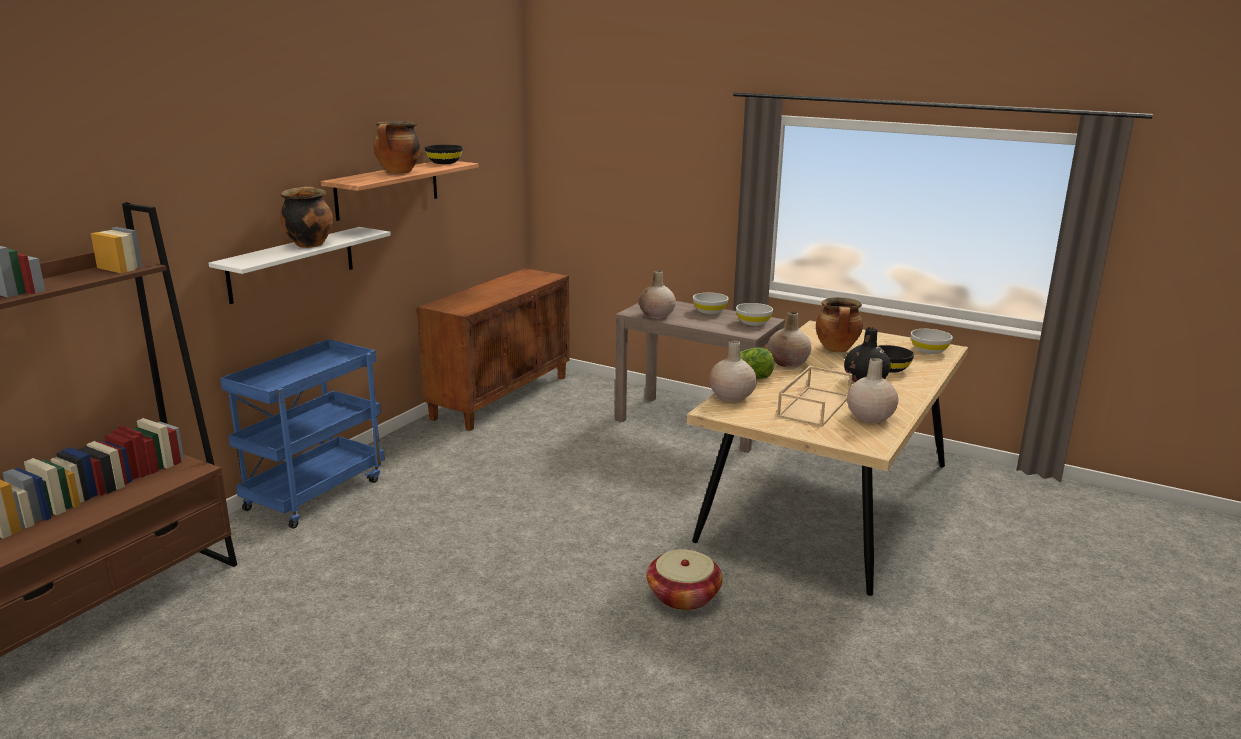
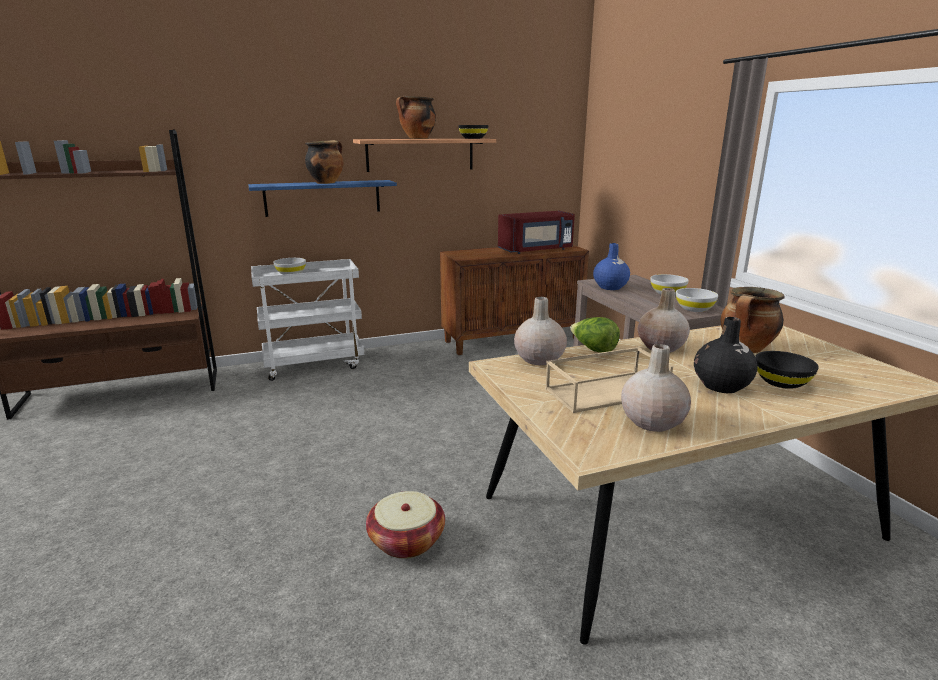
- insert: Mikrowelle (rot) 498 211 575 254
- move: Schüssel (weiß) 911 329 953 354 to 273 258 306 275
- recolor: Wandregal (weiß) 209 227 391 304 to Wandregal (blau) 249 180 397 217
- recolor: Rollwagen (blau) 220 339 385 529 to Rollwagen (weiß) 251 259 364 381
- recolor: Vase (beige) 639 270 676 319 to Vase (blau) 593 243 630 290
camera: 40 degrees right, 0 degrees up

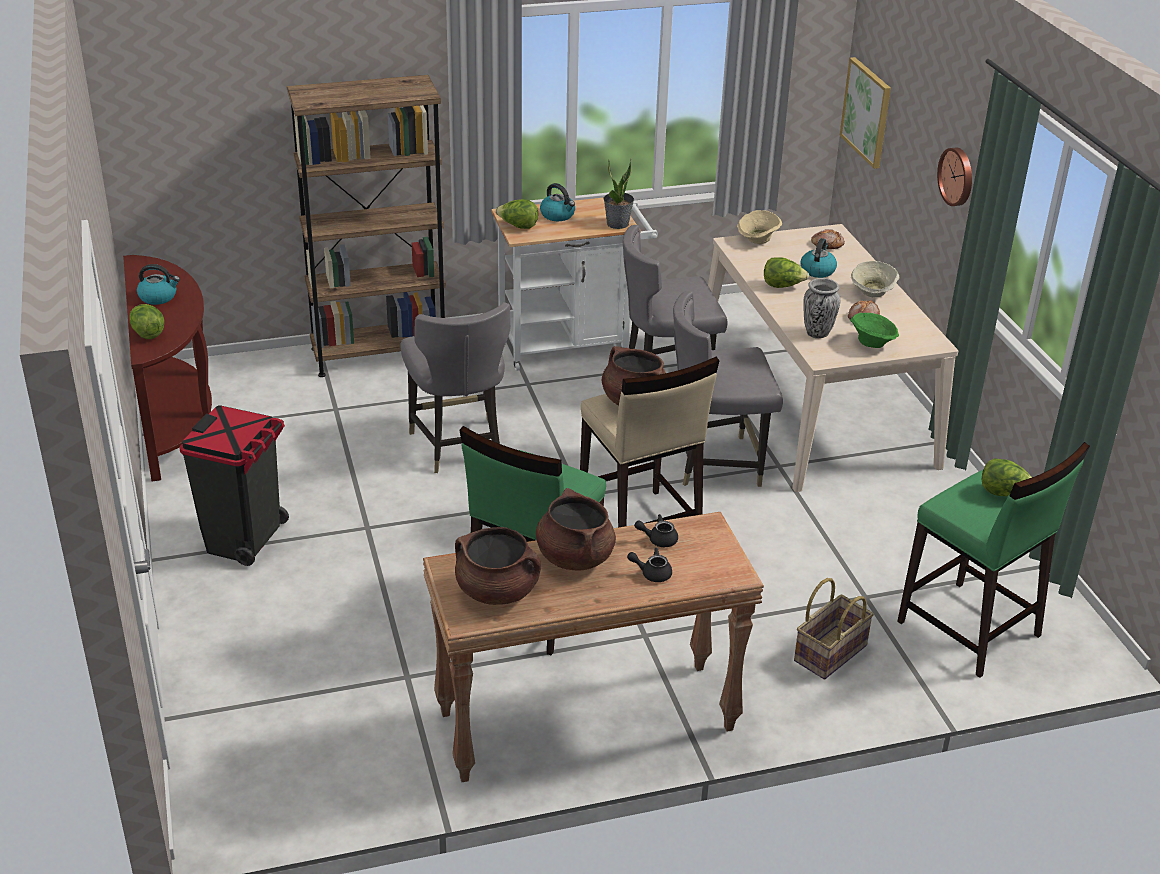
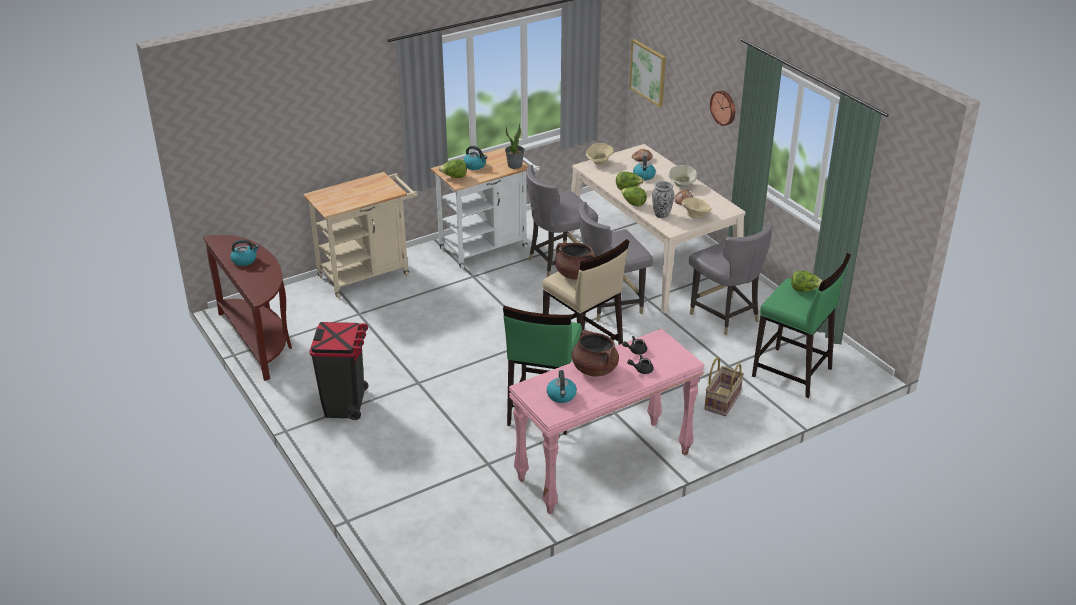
- move: Salatkopf 129 304 165 339 to 621 187 647 207
- move: Stuhl (grau) 400 302 511 473 to 689 221 773 335
- replace: Bücherregal (braun) 287 75 446 377 to Rollwagen (beige) 303 172 418 298
- replace: Kochtopf (braun) 455 527 541 605 to Wasserkessel 547 370 577 403
- recolor: Konsolentisch (braun) 423 512 764 782 to Konsolentisch (rosa) 509 329 705 515
- recolor: Schüssel (grün) 850 313 899 348 to Schüssel (beige) 682 197 712 218
camera: 15 degrees left, 0 degrees up

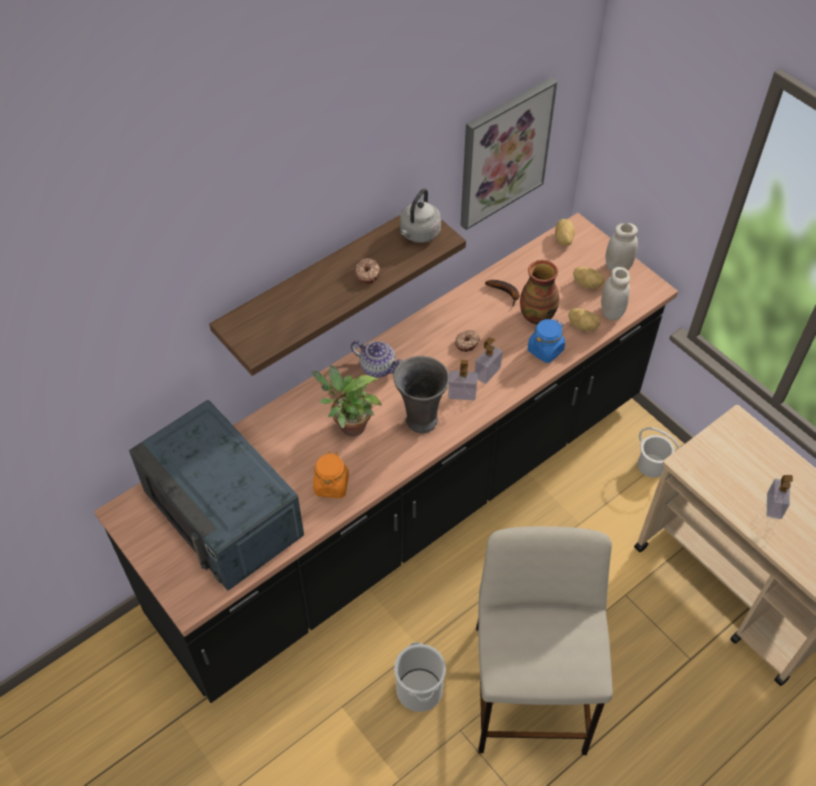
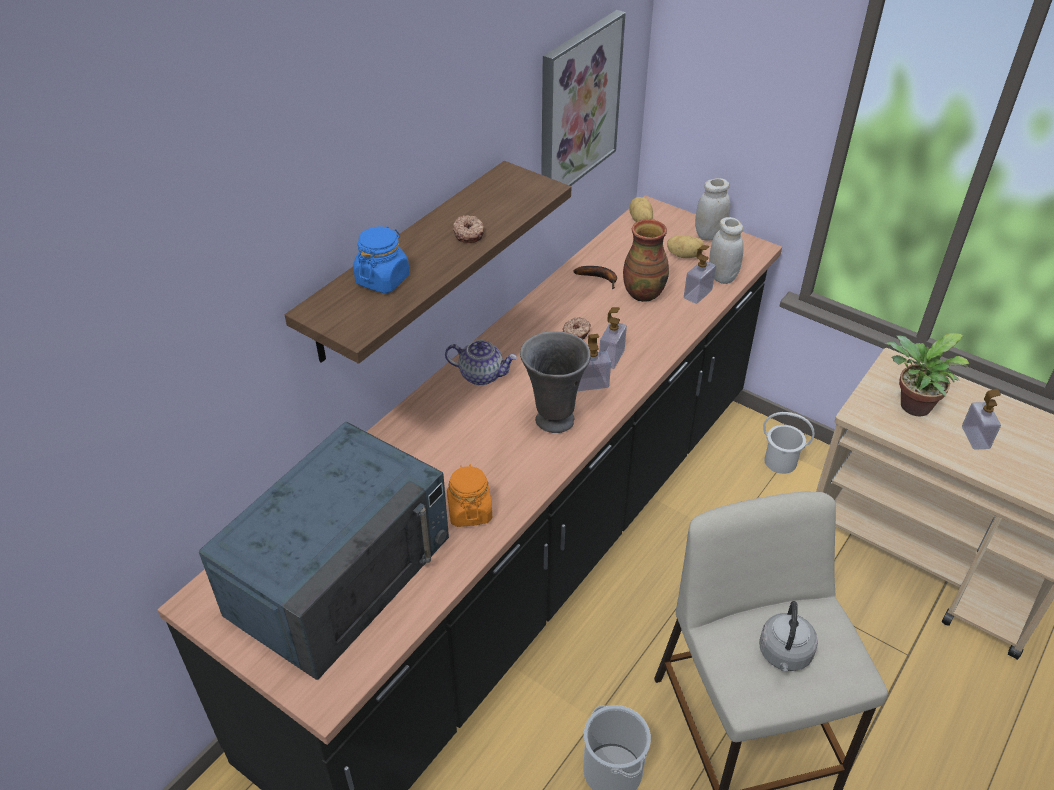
- move: Topfpflanze 312 366 382 436 to 884 333 970 416
- move: Wasserkessel (grau) 400 188 441 243 to 759 601 818 671
- move: Vorratsglas (blau) 528 319 565 363 to 353 226 410 293
- replace: Kartoffel 568 308 600 331 to Seifenspender 684 245 716 304
- rotate: Mikrowelle (blau) 129 400 304 590 = 199 422 449 680 90 degrees counterclockwise
camera: 15 degrees left, 10 degrees down

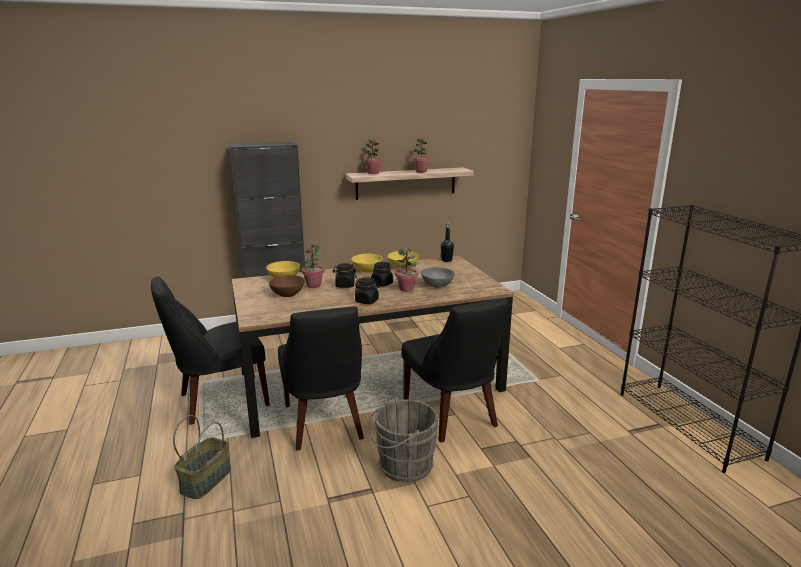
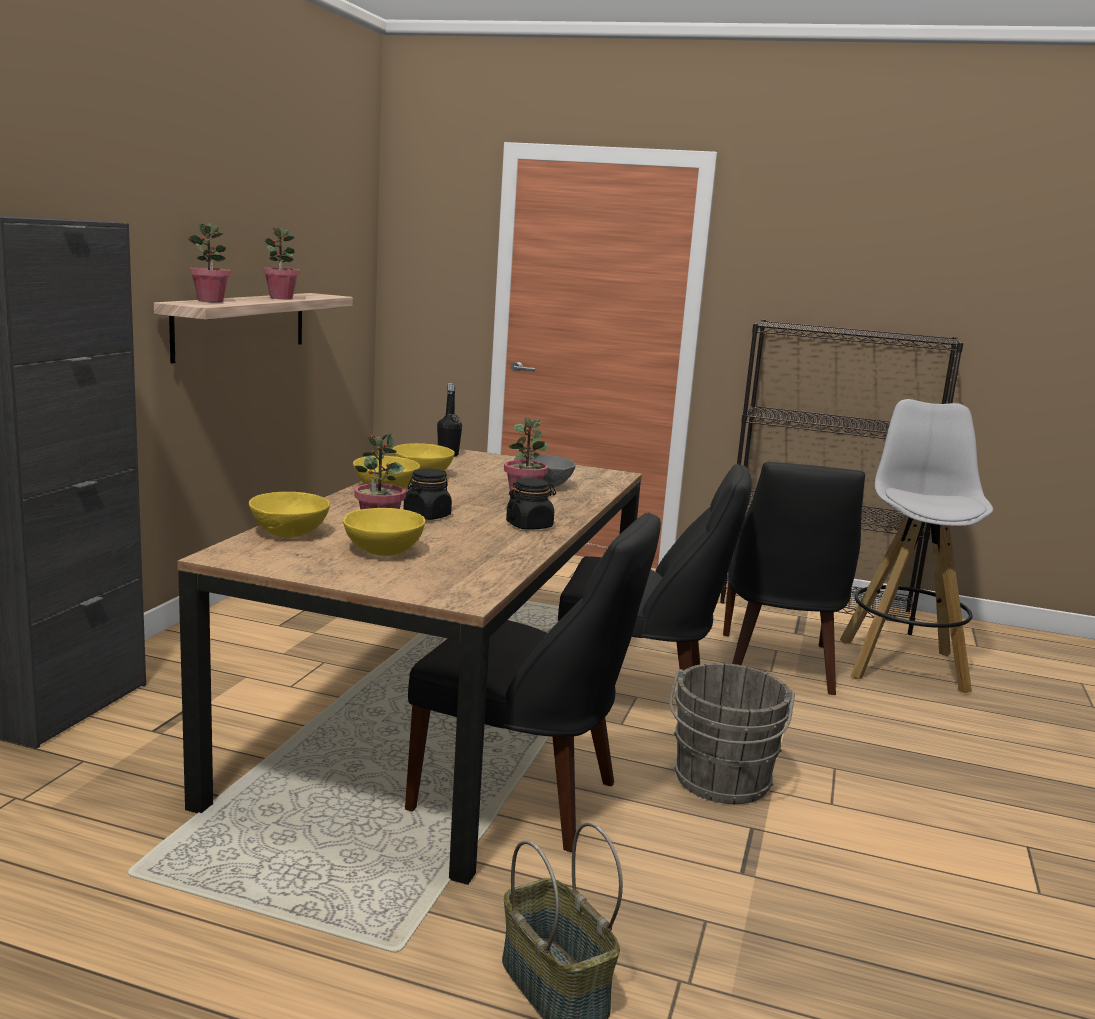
- delete: Vorratsglas (schwarz) 371 262 393 286
- insert: Hocker (weiß) 840 399 993 693
- move: Stuhl (schwarz) 151 276 270 425 to 723 462 865 695
- recolor: Schüssel (braun) 269 275 304 297 to Schüssel (gelb) 343 508 425 556
camera: 55 degrees left, 5 degrees down

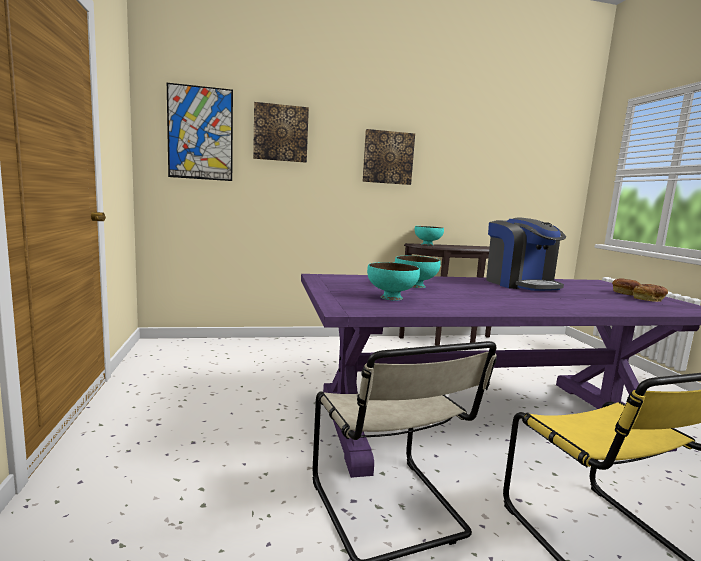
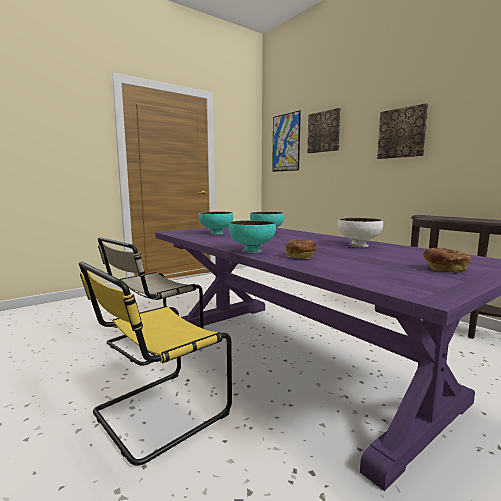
- move: Schüssel (türkis) 415 226 444 245 to 228 220 276 253
- move: Brot 633 284 668 302 to 286 240 317 259
- replace: Kaffeemaschine 486 218 566 291 to Schüssel (weiß) 338 218 383 247
camera: 65 degrees right, 0 degrees up

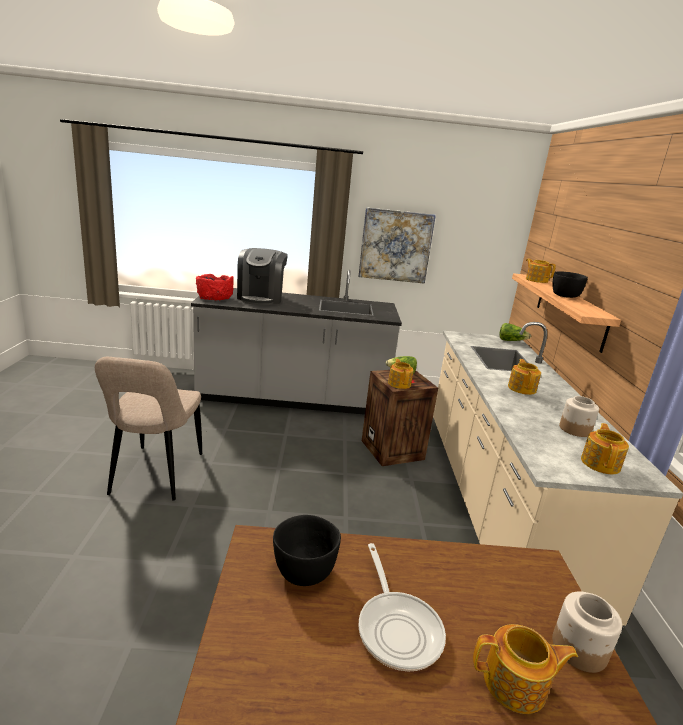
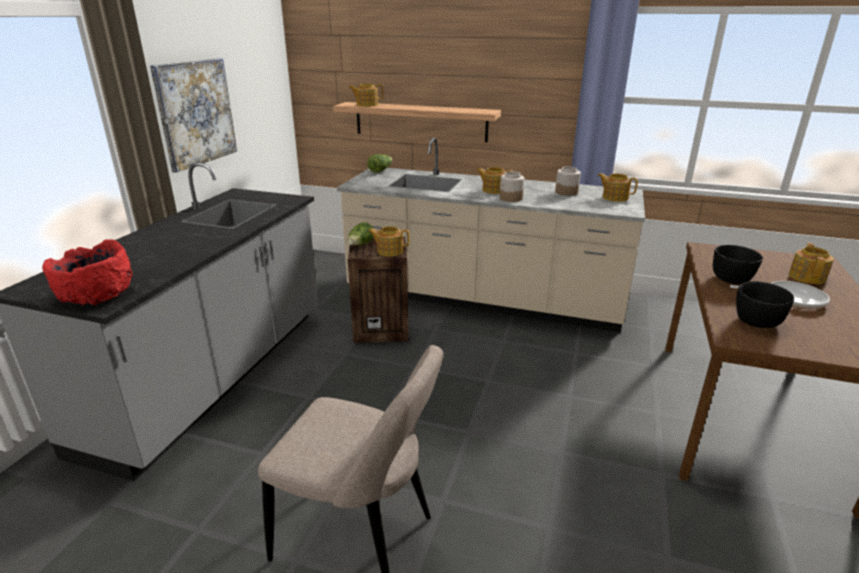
- delete: Kaffeemaschine 237 248 288 305
- move: Schüssel (schwarz) 552 272 588 298 to 713 245 763 284
- move: Vorratsglas 552 591 622 673 to 500 172 525 202
camera: 70 degrees left, 5 degrees up

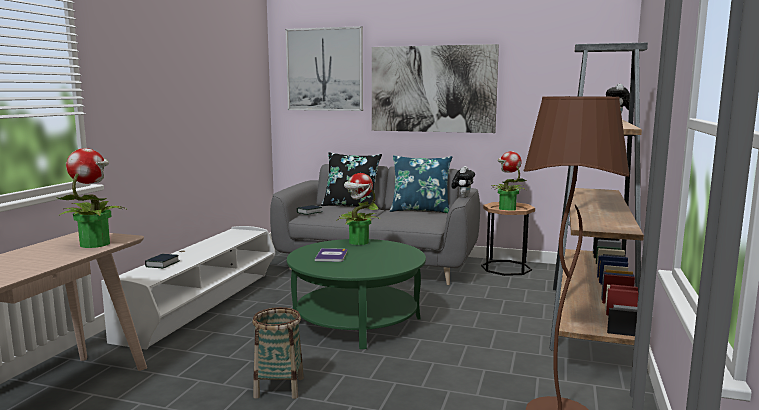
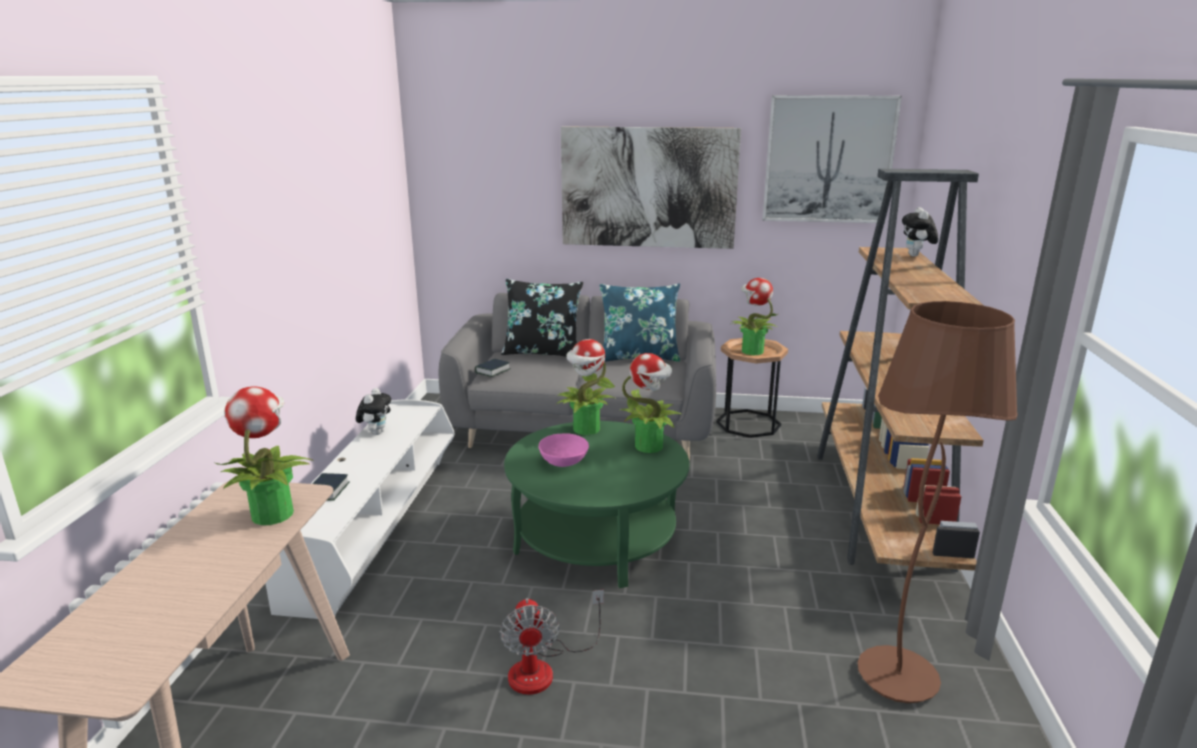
- insert: Topfpflanze 620 353 683 453
- move: Bild 285 26 363 111 to 762 95 902 223
- move: Plüschtier 451 166 475 198 to 356 388 391 435
- replace: Korb 252 307 304 399 to Ventilator 500 590 604 695
- replace: Buch 315 248 347 262 to Schüssel (rosa) 539 433 589 467
camera: 10 degrees left, 10 degrees up

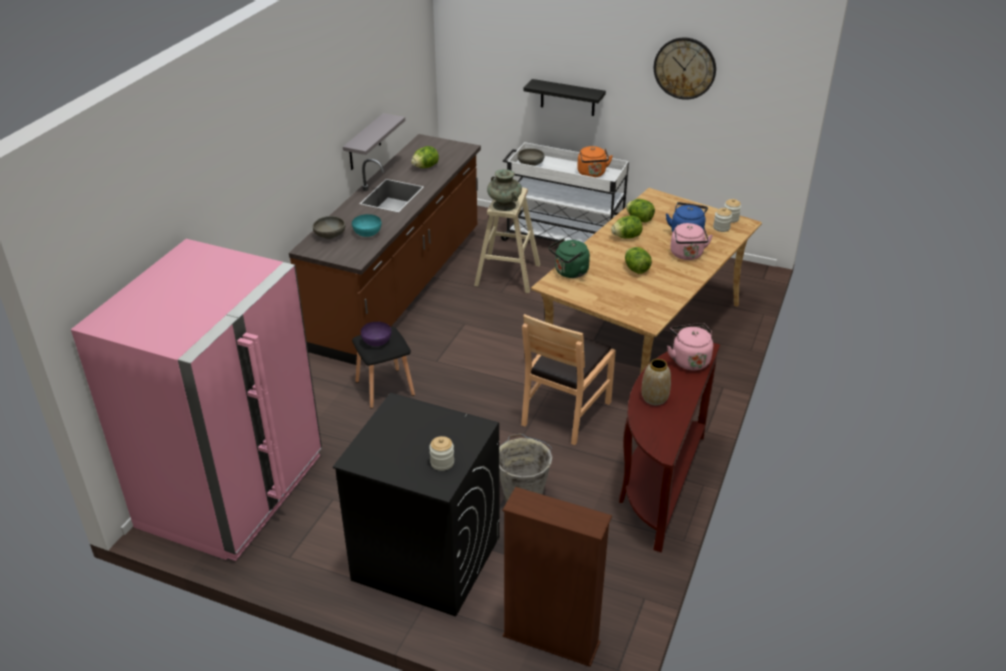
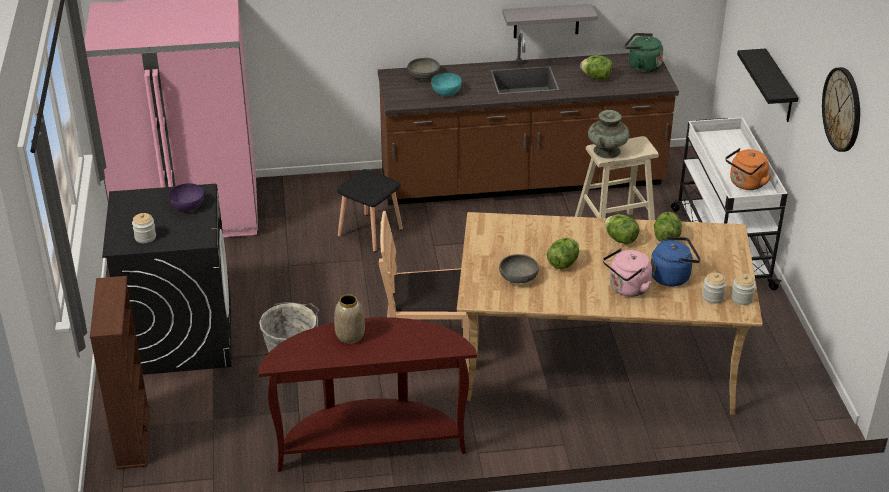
- delete: Wasserkessel (rosa) 667 323 713 370
- move: Schüssel (lila) 361 322 391 346 to 169 183 204 211
- move: Schüssel (grau) 518 148 545 166 to 499 254 539 283
- move: Wasserkessel (grün) 549 238 590 278 to 625 33 663 73
camera: 60 degrees right, 0 degrees up

